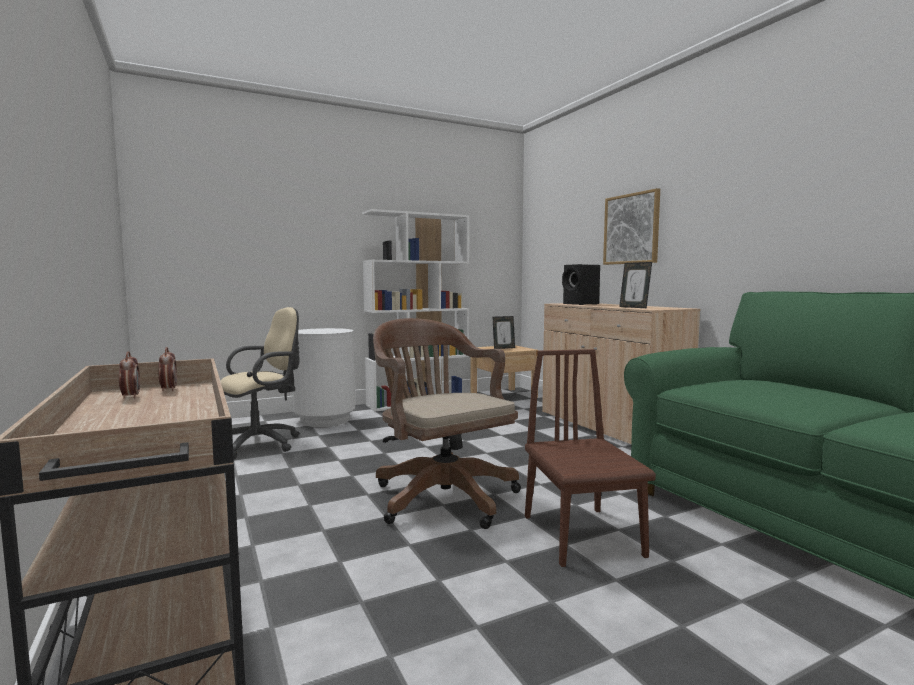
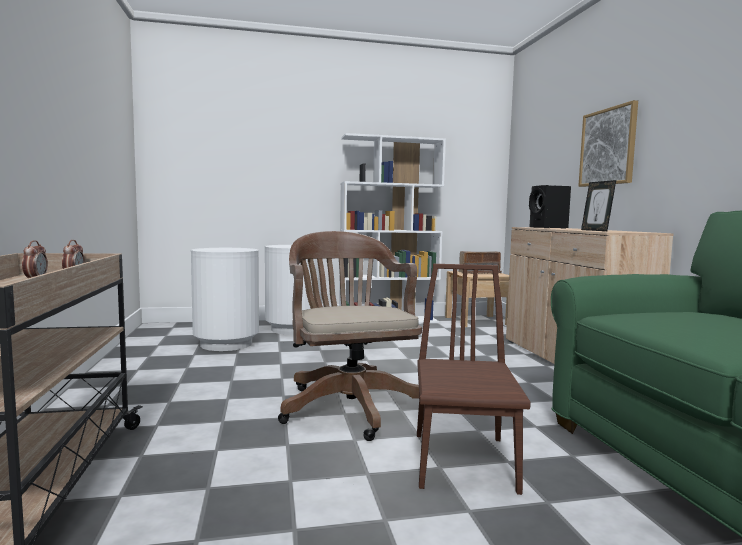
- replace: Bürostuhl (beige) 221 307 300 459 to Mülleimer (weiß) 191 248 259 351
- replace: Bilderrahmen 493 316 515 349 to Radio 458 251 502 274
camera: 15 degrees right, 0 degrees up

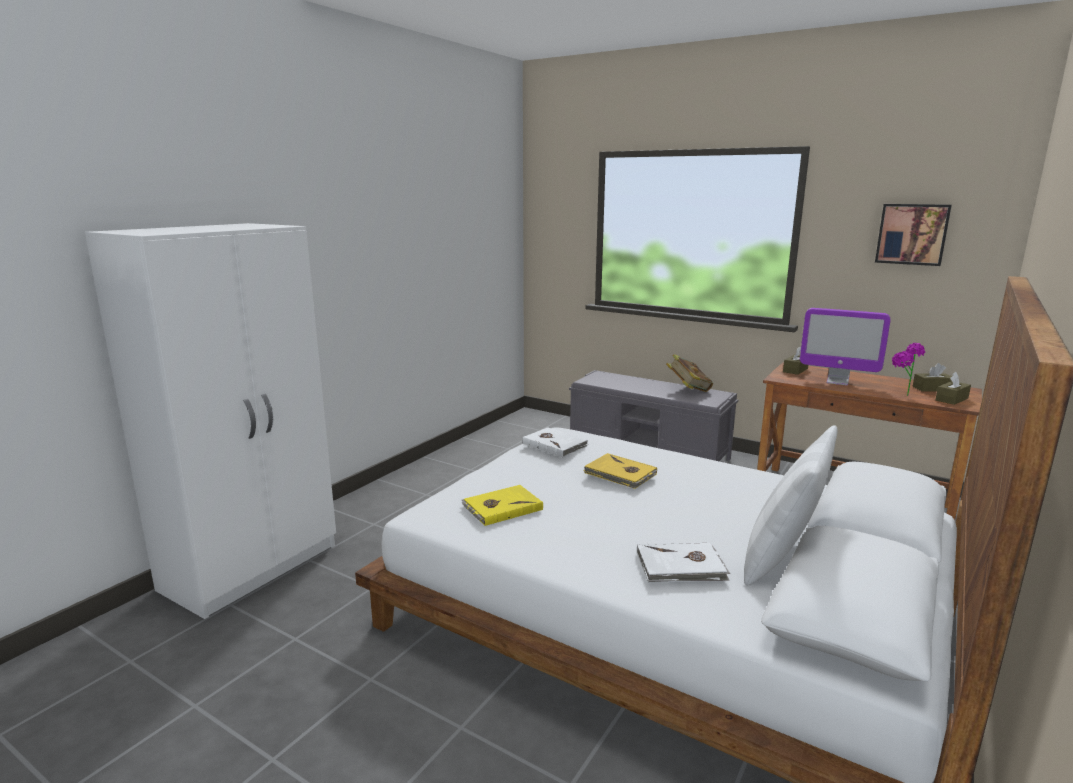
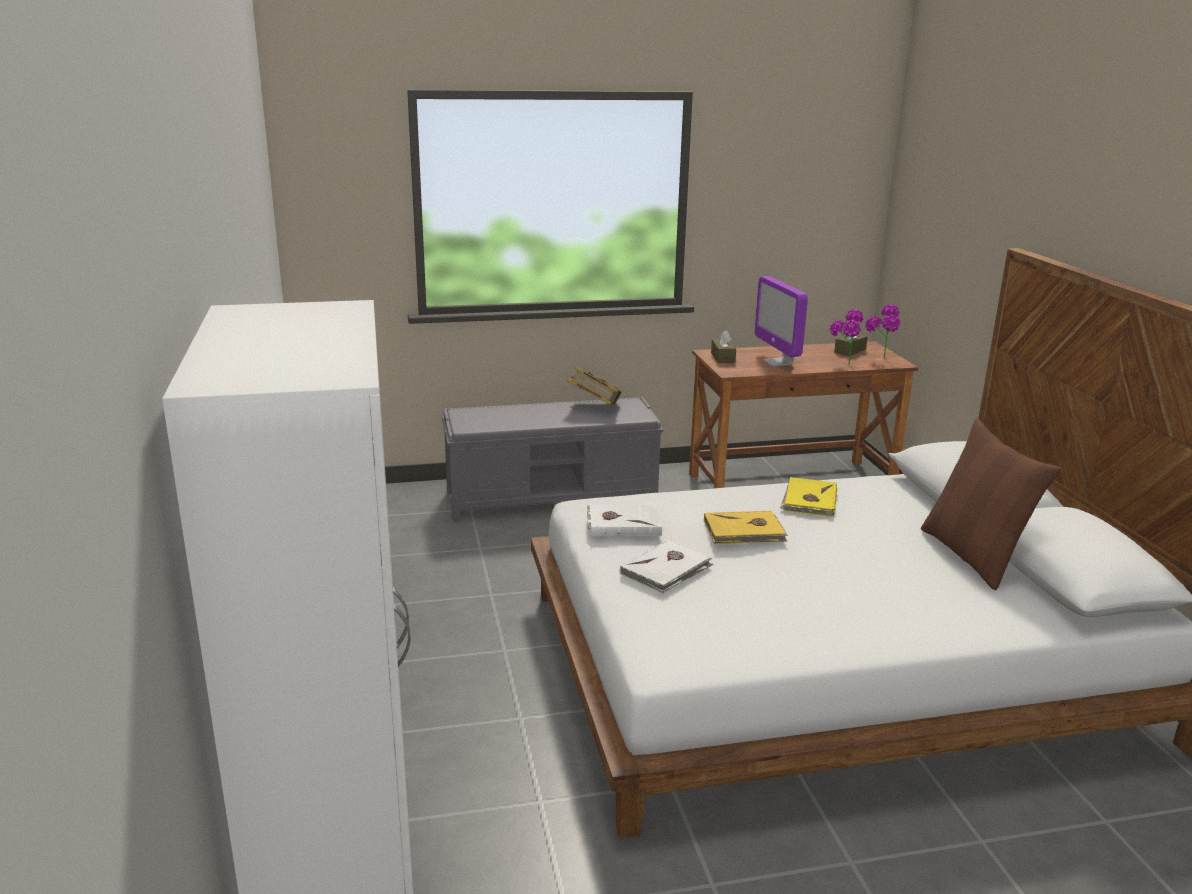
- delete: Bild 875 204 952 266
- move: Buch (gelb) 462 485 543 526 to 780 477 837 517
- move: Buch (weiß) 637 542 730 583 to 620 540 714 594
- replace: Taschentuchbox (braun) 936 372 971 405 to Topfpflanze 865 304 900 358
- recolor: Kissen (weiß) 744 426 838 585 to Kissen (braun) 921 419 1061 590
- rotate: Monitor 800 308 890 386 = 755 276 808 367 90 degrees clockwise
camera: 45 degrees left, 5 degrees up

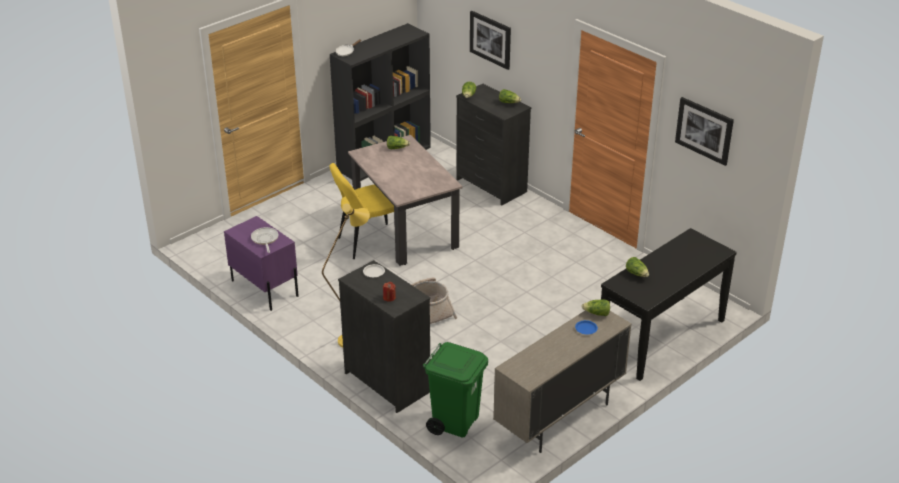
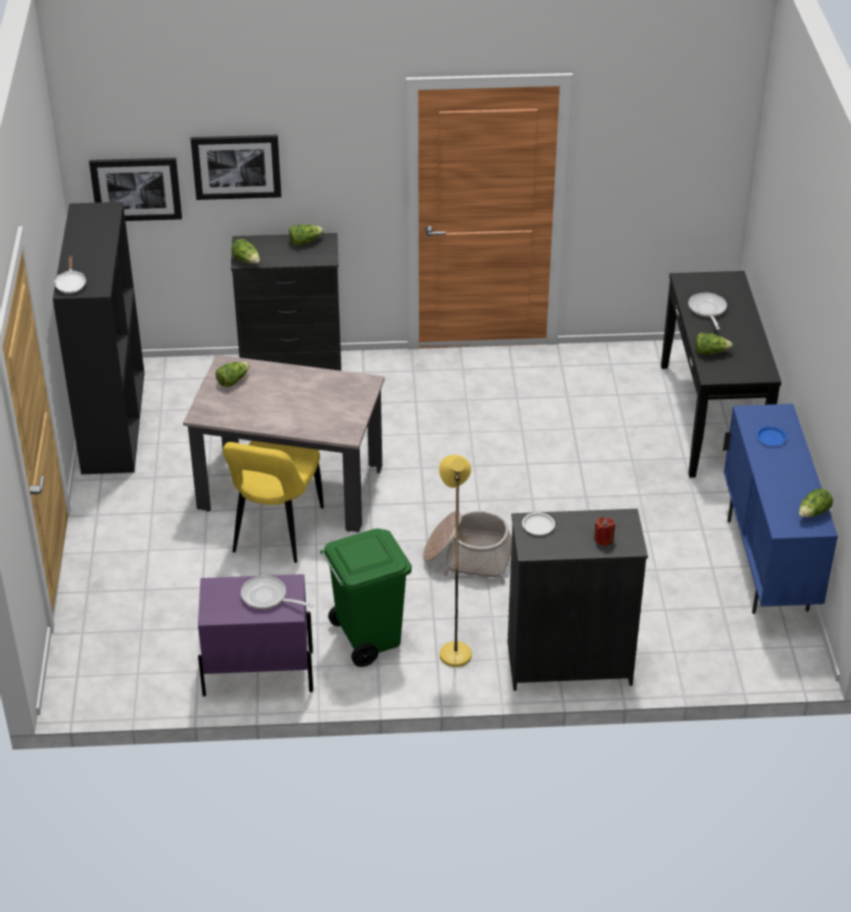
- insert: Pfanne 688 293 727 330
- move: Mülleimer (grün) 423 342 488 438 to 320 528 412 667
- move: Salatkopf 581 299 610 316 to 799 488 833 517
- move: Bild 675 97 734 166 to 89 158 182 221
- recolor: Schrank (beige) 493 310 632 453 to Schrank (blau) 723 404 838 614
camera: 50 degrees left, 5 degrees up

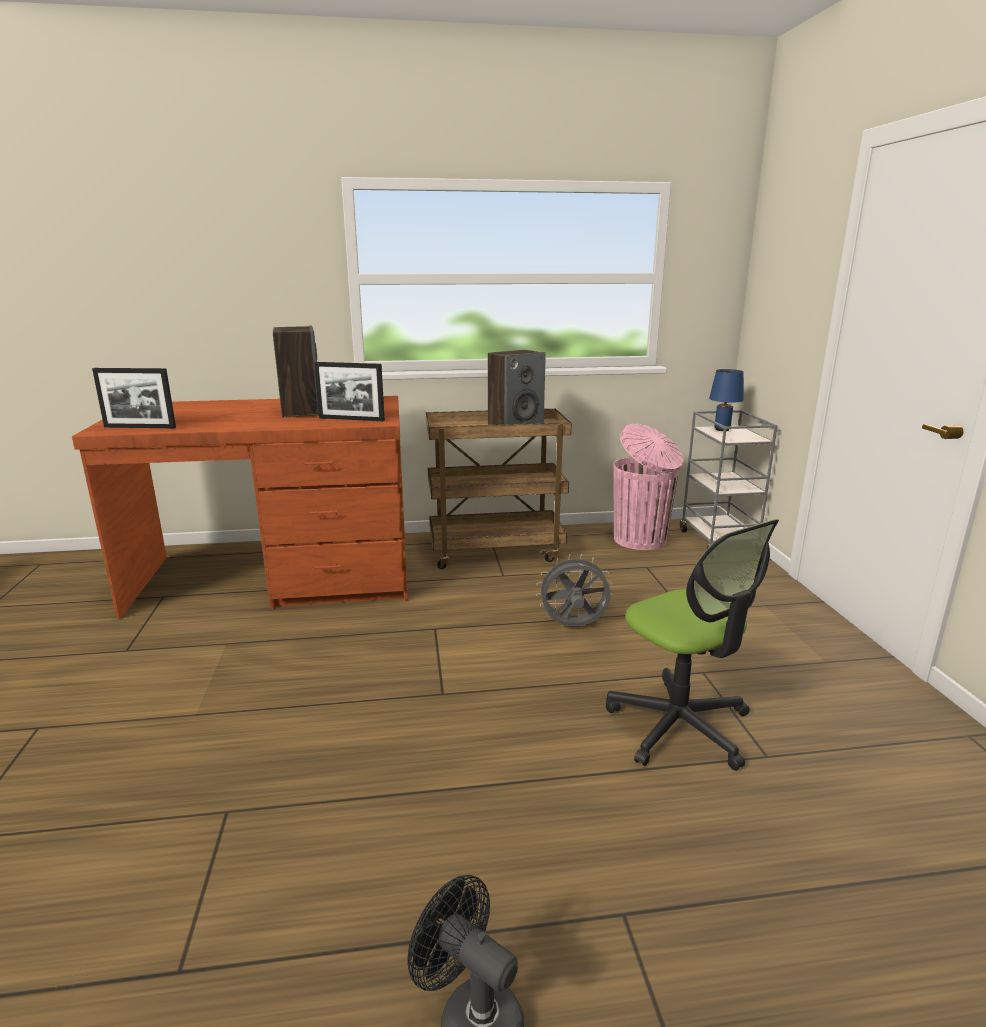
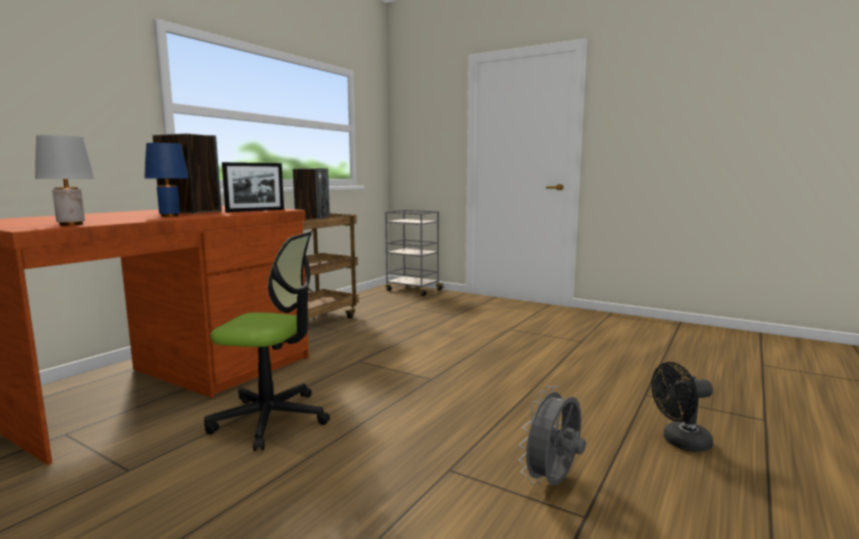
- delete: Mülleimer (rosa) 613 423 683 550
- move: Ventilator (grau) 536 554 612 626 to 519 386 586 486
- move: Bürostuhl 606 519 779 770 to 204 231 330 451
- move: Tischlampe (blau) 709 369 744 431 to 144 143 189 217
- replace: Bilderrahmen 92 368 176 428 to Tischlampe (grau) 35 135 94 225
camera: 50 degrees left, 10 degrees down

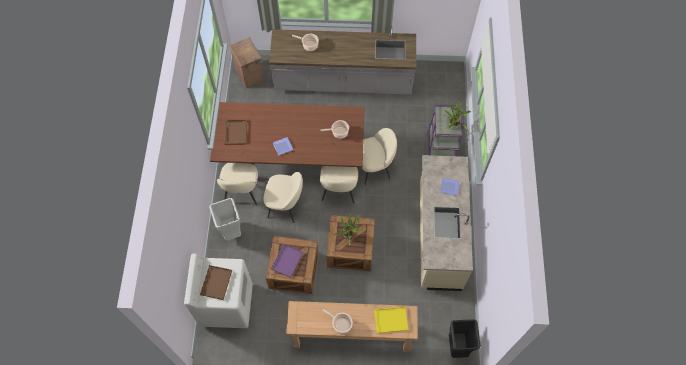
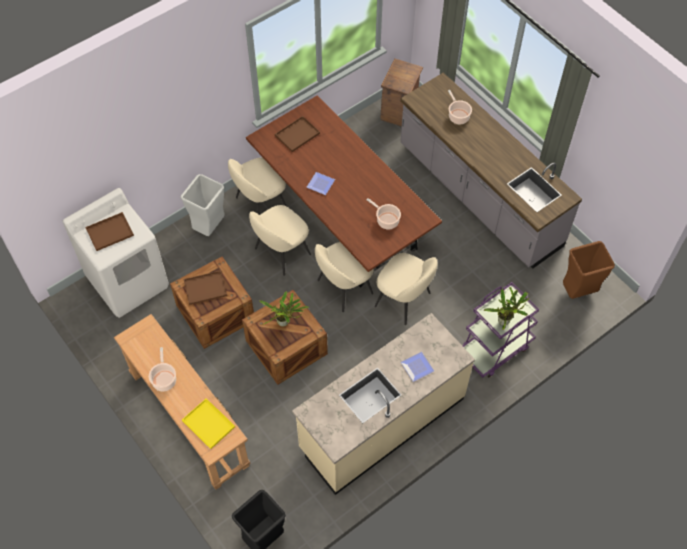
- insert: Mülleimer (braun) 563 241 615 299
- recolor: Tablett (lila) 271 244 303 278 to Tablett (braun) 183 270 227 305
- rotate: Stuhl (beige) 263 172 303 223 = 249 205 311 276 75 degrees clockwise
camera: 50 degrees right, 5 degrees down

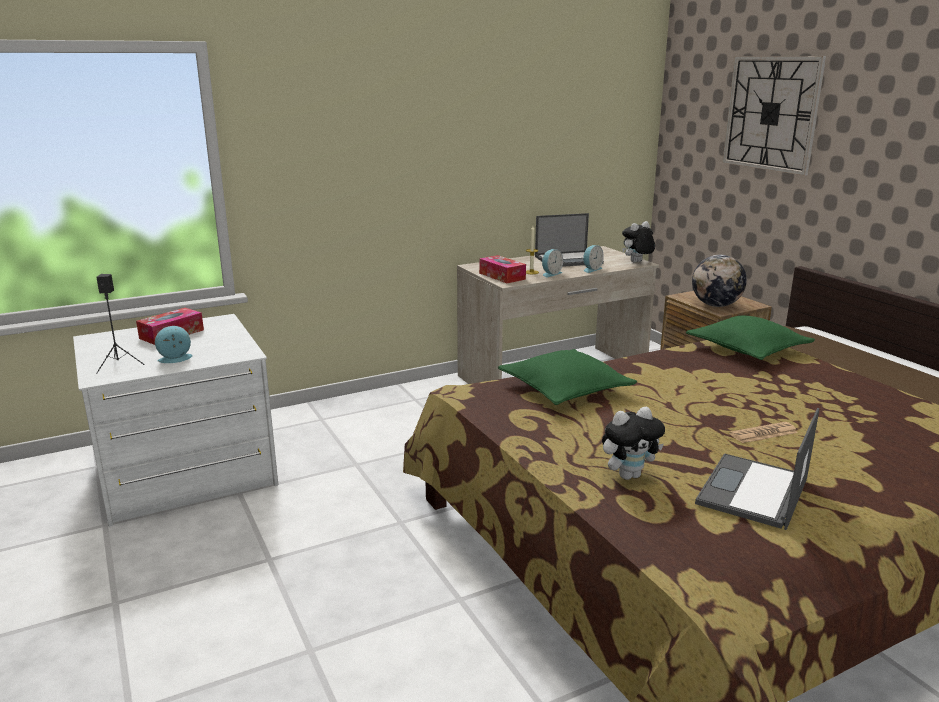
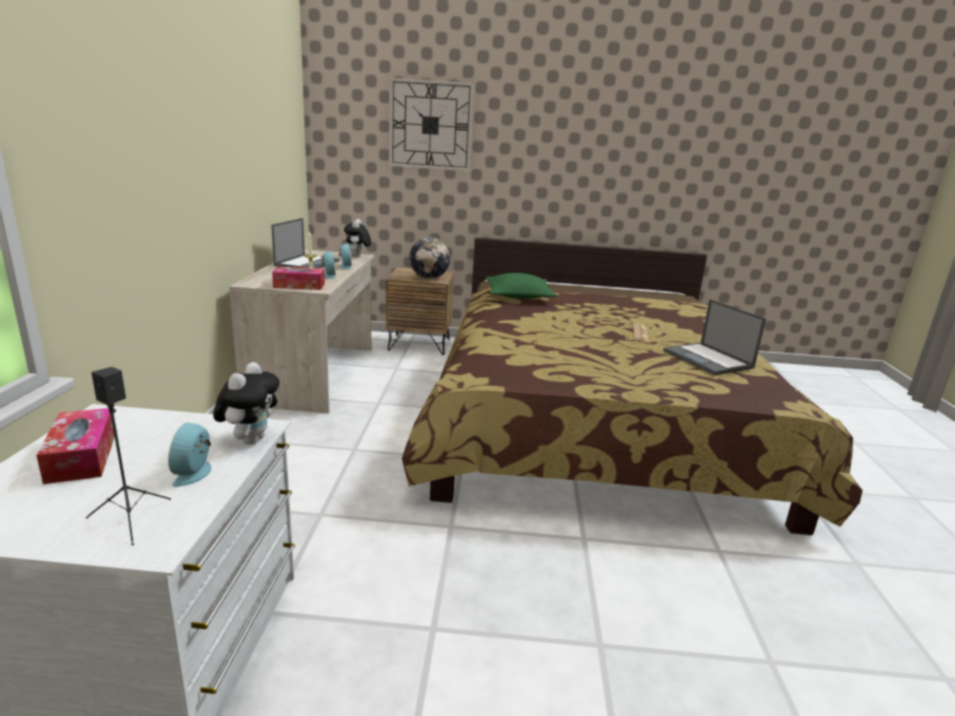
- delete: Kissen (grün) 498 349 637 405
- move: Plüschtier 602 407 665 480 to 213 362 280 445
camera: 60 degrees left, 0 degrees up

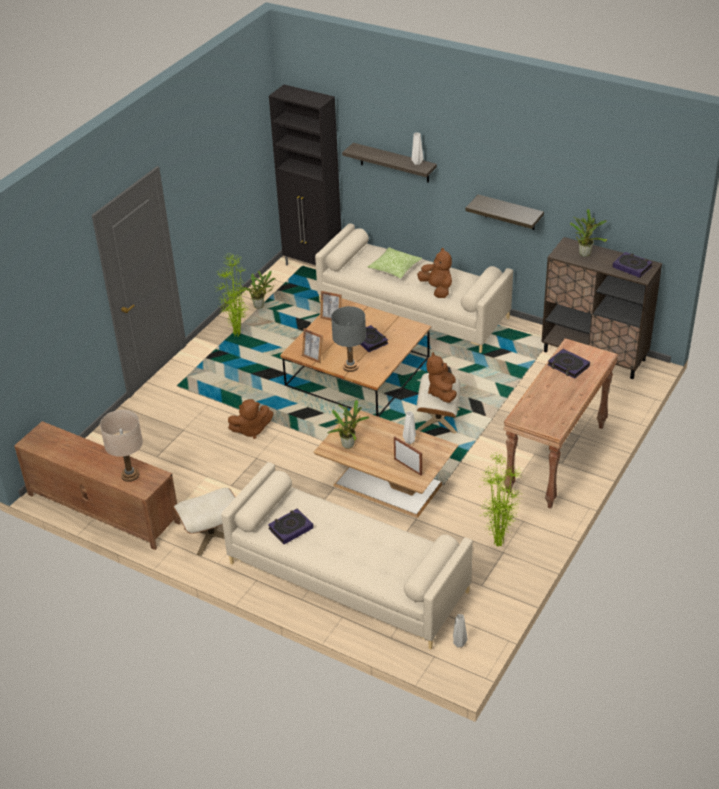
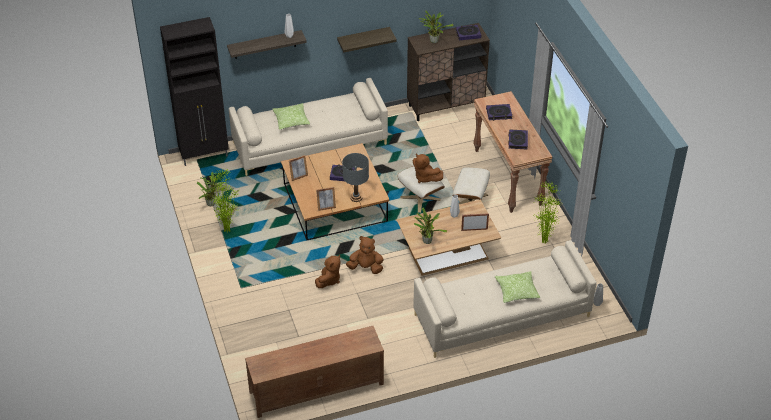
- delete: Tischlampe (beige) 100 410 143 482
- insert: Kissen 495 271 540 303
- move: Polsterhocker (beige) 173 488 236 556 to 452 167 490 204
- move: Buch 268 508 314 544 to 508 129 528 149
- move: Plüschtier (braun) 417 248 452 298 to 346 236 384 274
camera: 50 degrees left, 5 degrees up

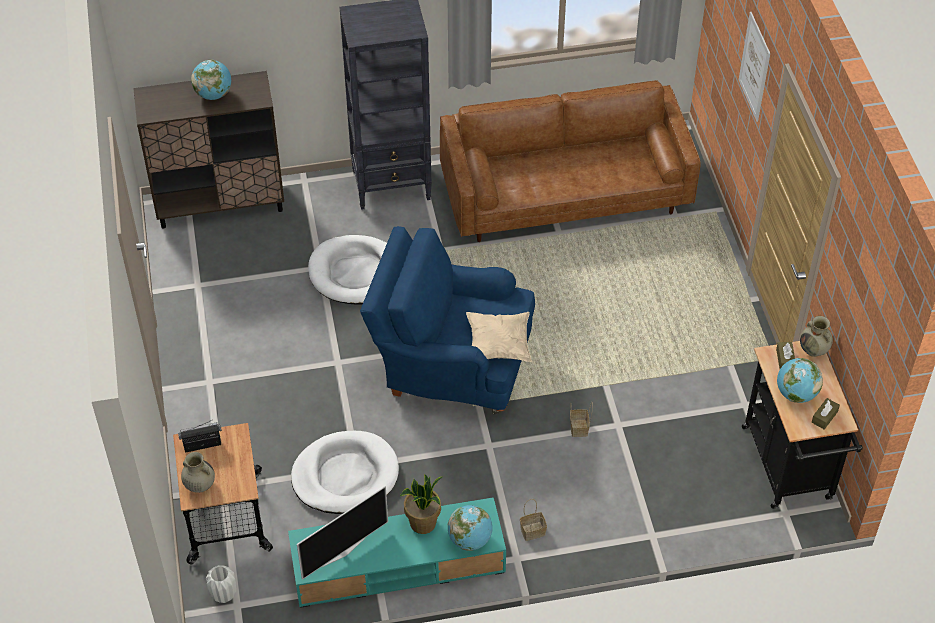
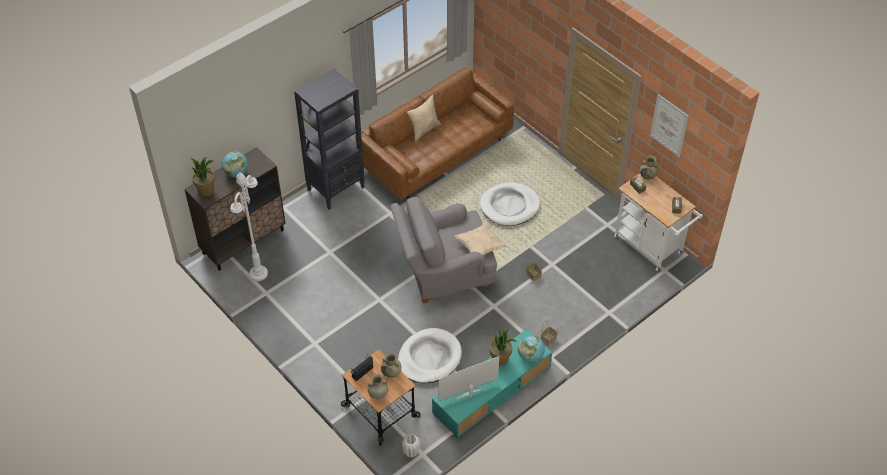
- delete: Globus 777 358 823 403
- insert: Topfpflanze 191 157 215 197
- insert: Stehlampe (weiß) 231 172 268 281
- insert: Vase (beige) 381 353 401 378
- insert: Kissen (beige) 407 95 441 142
- move: Hundebett (weiß) 308 235 387 304 to 480 183 540 226
- move: Bild 739 12 770 122 to 650 94 689 157
- recolor: Sessel (blau) 360 226 535 414 to Sessel (grau) 390 196 497 303
- recolor: Rollwagen (schwarz) 742 341 863 509 to Rollwagen (weiß) 614 173 703 271
- rotate: Fernseher 297 486 388 580 = 439 356 499 401 135 degrees counterclockwise
camera: 30 degrees left, 0 degrees up

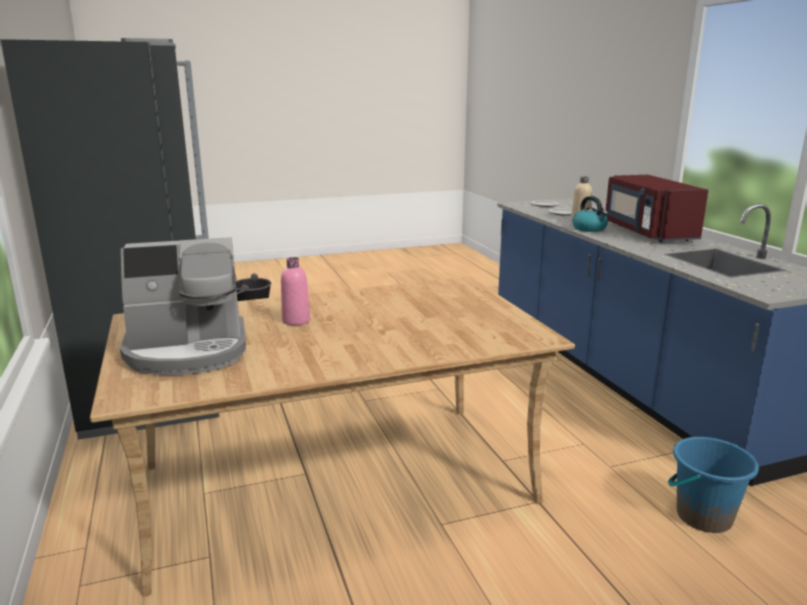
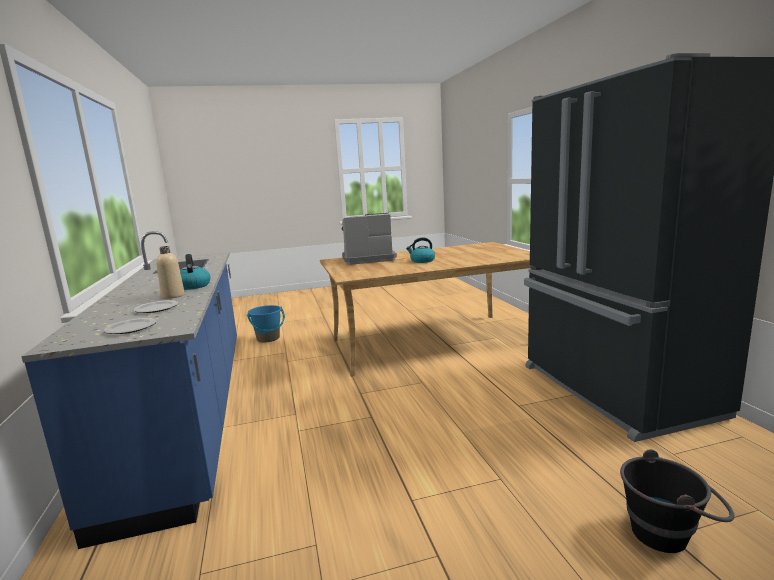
- delete: Flasche (rosa) 281 257 310 325
- delete: Mikrowelle (rot) 606 175 708 243
- insert: Wasserkessel 406 237 435 263
- move: Kaffeemaschine 120 237 246 375 to 342 213 397 265
camera: 175 degrees left, 5 degrees down

